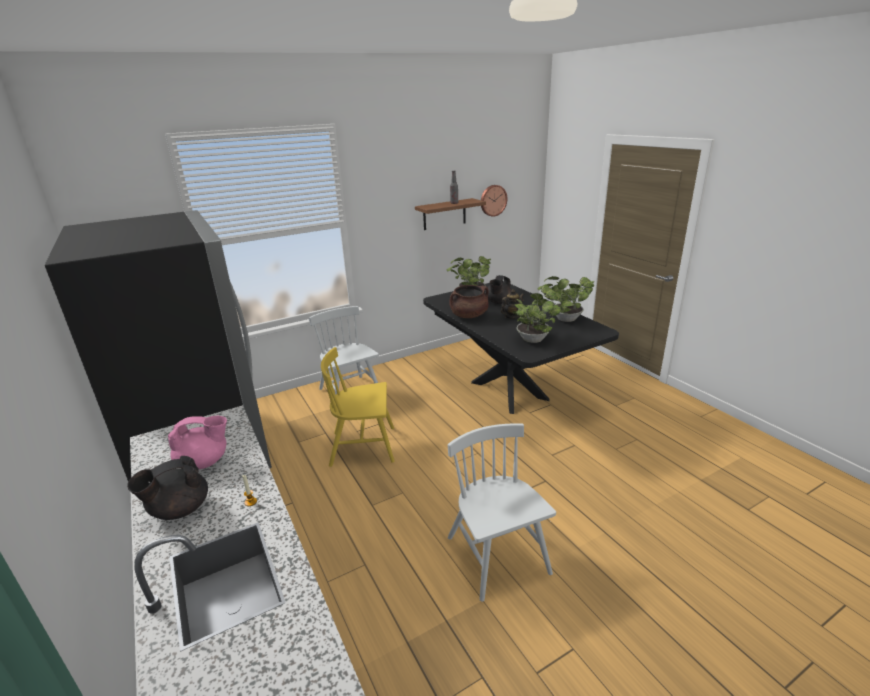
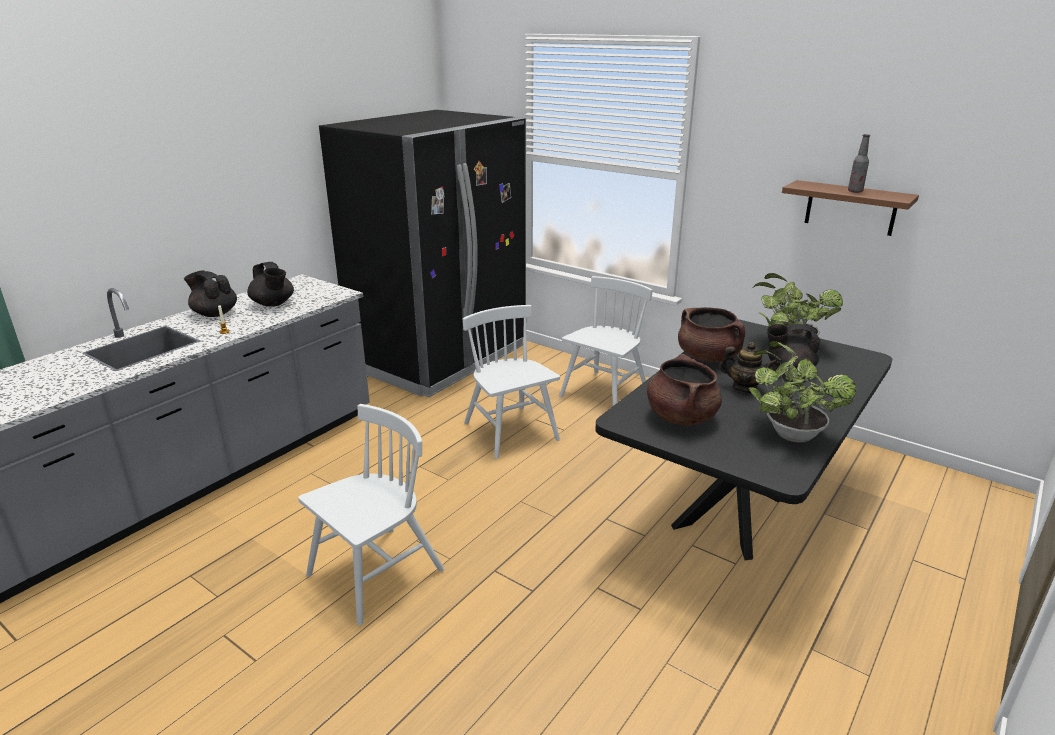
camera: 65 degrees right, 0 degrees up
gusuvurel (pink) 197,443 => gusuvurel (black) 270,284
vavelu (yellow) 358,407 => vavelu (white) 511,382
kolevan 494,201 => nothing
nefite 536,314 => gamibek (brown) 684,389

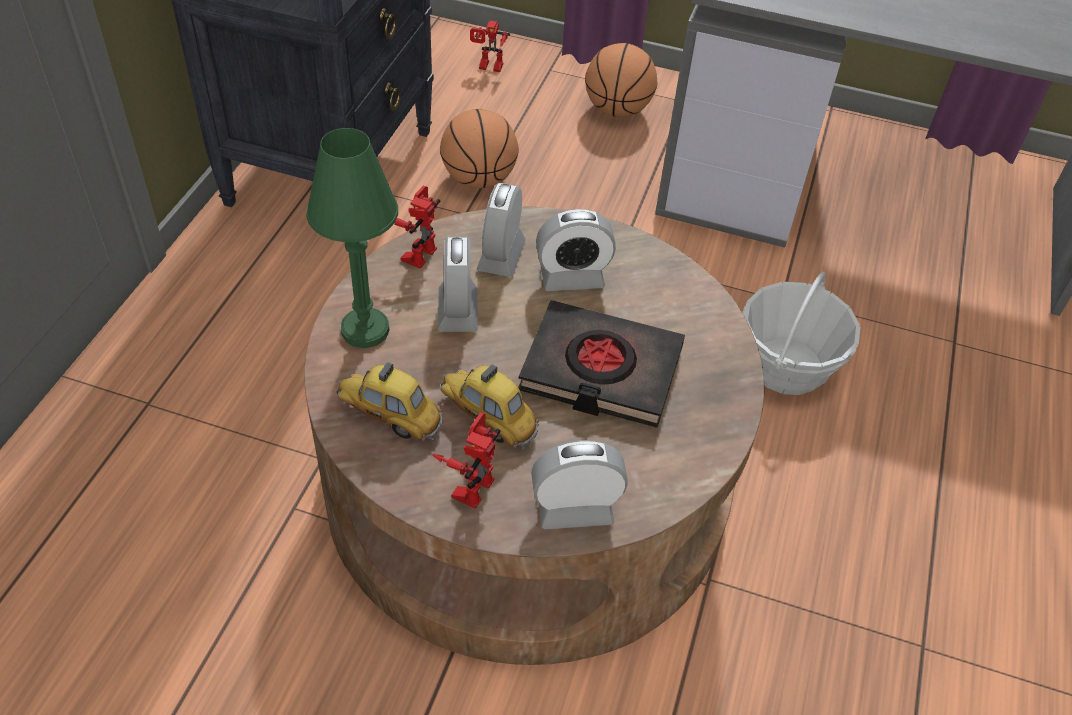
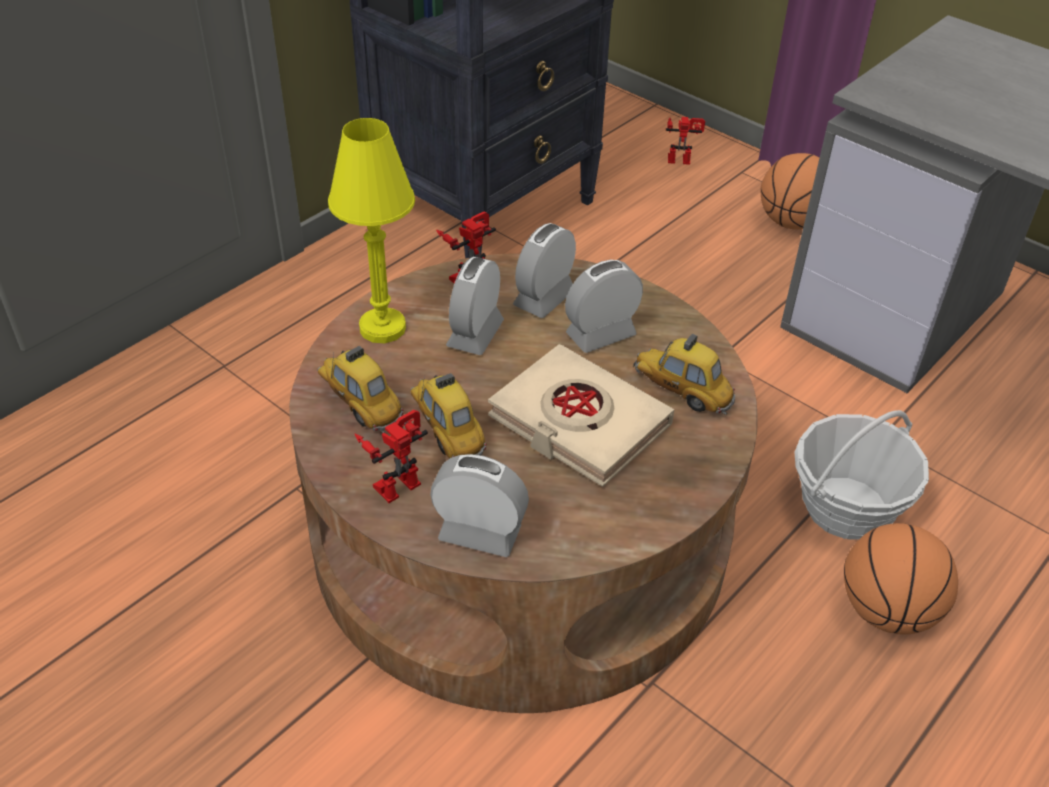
camera: 25 degrees right, 5 degrees down
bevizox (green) 352,238 => bevizox (yellow) 371,230
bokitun 479,148 => bokitun 901,579, moved
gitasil 490,46 => gitasil 685,141, 150 degrees clockwise
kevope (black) 601,364 => kevope (beige) 581,415
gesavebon 576,250 => gesavebon 604,306, 135 degrees clockwise
nothing => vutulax 684,374

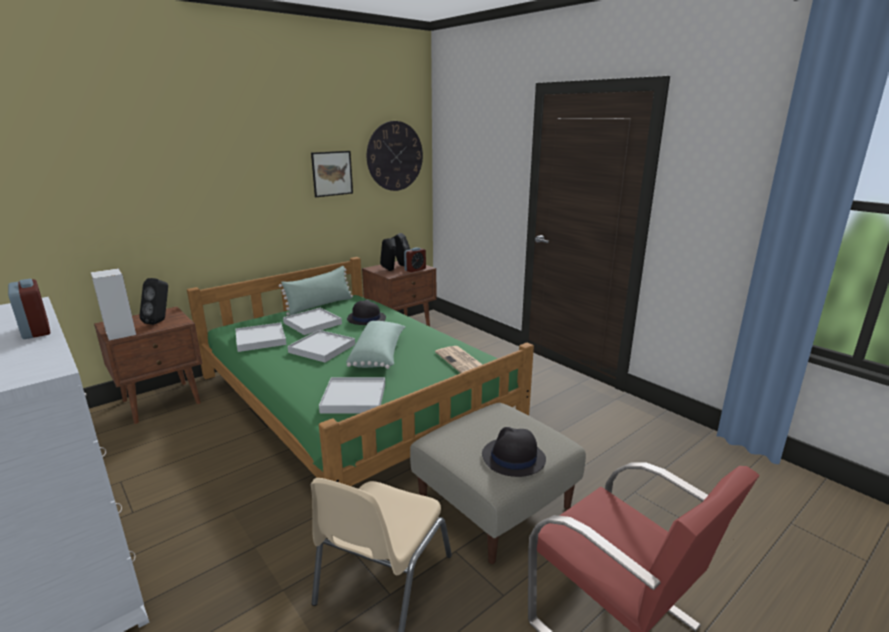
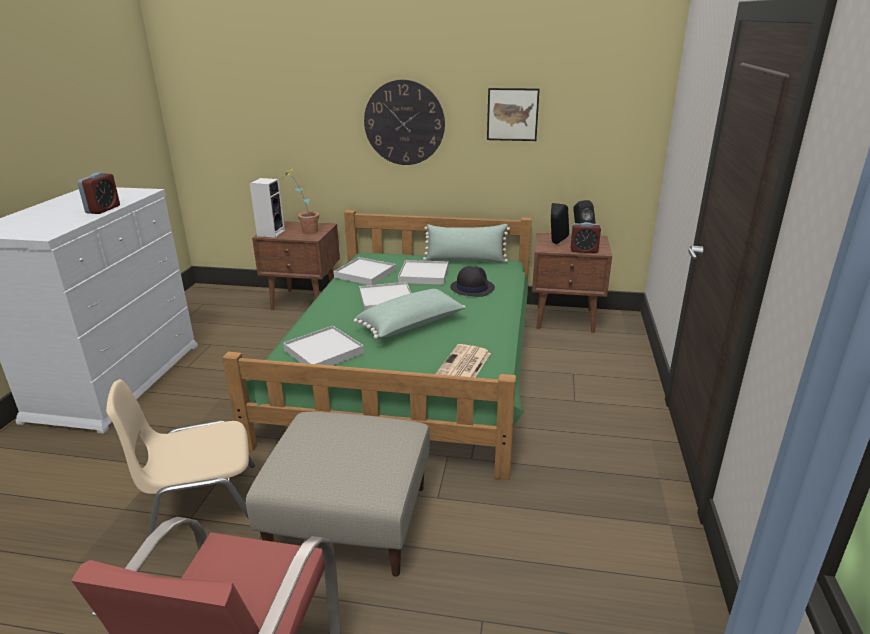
camera: 50 degrees right, 5 degrees up
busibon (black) 153,301 => nefite 300,200
kolevan 395,156 => kolevan 404,122, moved
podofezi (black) 514,452 => nothing

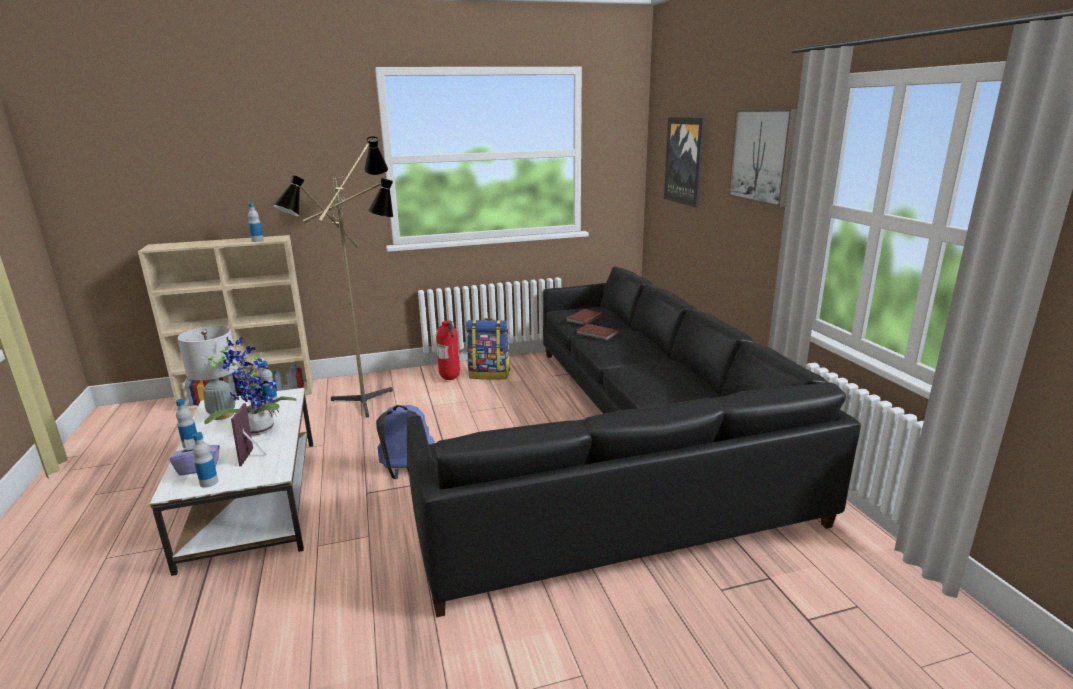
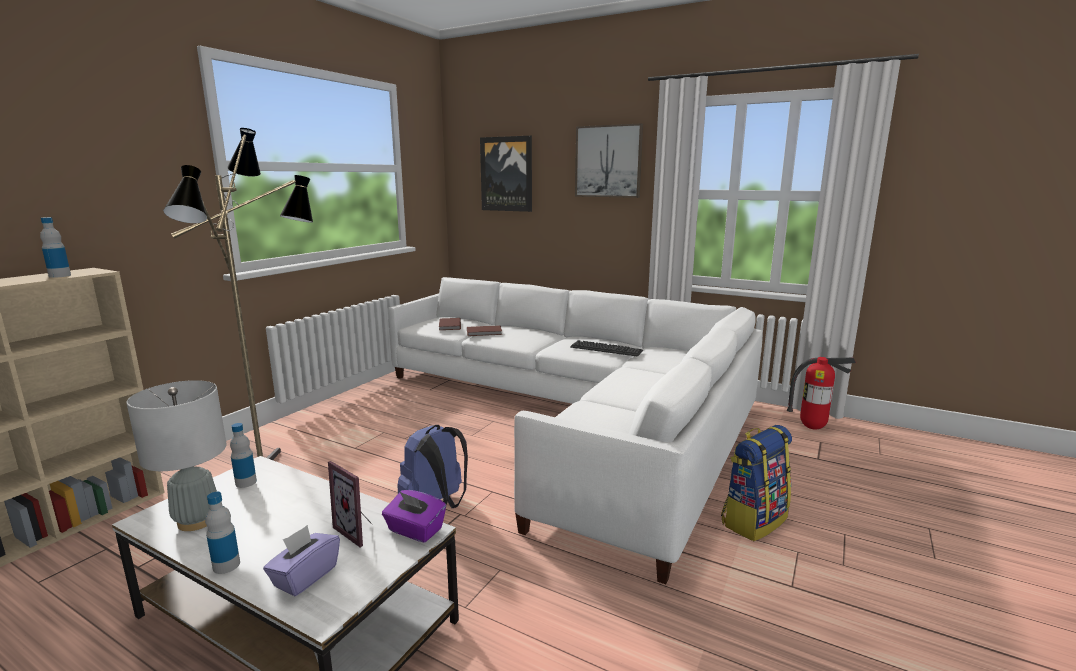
camera: 45 degrees left, 5 degrees down
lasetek 205,460 => nothing
nefite 249,386 => nothing
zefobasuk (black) 634,442 => zefobasuk (white) 575,430
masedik 448,350 => masedik 821,393, moved
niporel 488,349 => niporel 756,483, moved
nothing => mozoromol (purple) 414,516
nothing => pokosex 606,348

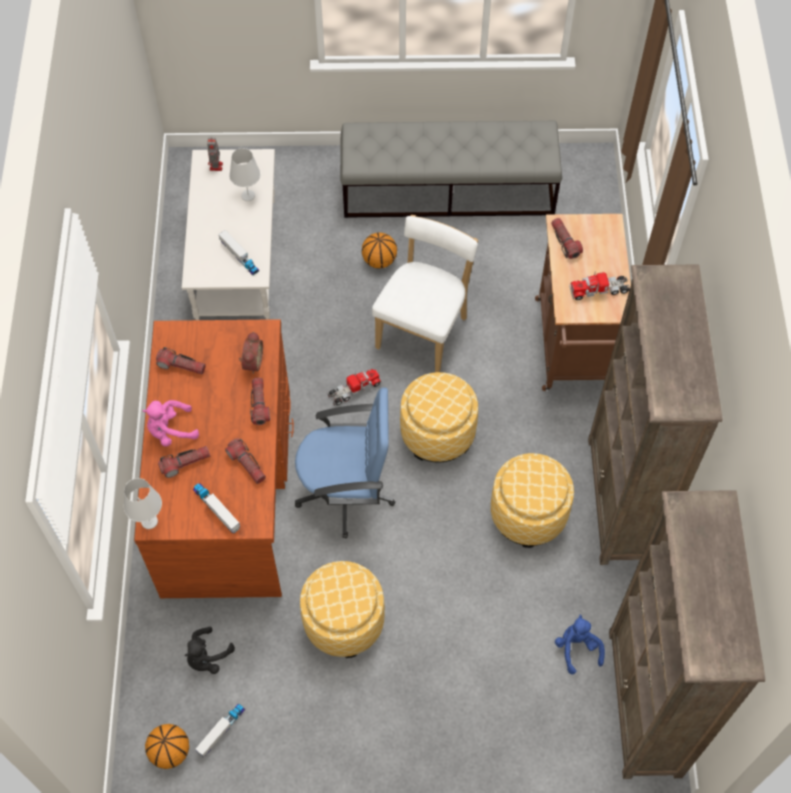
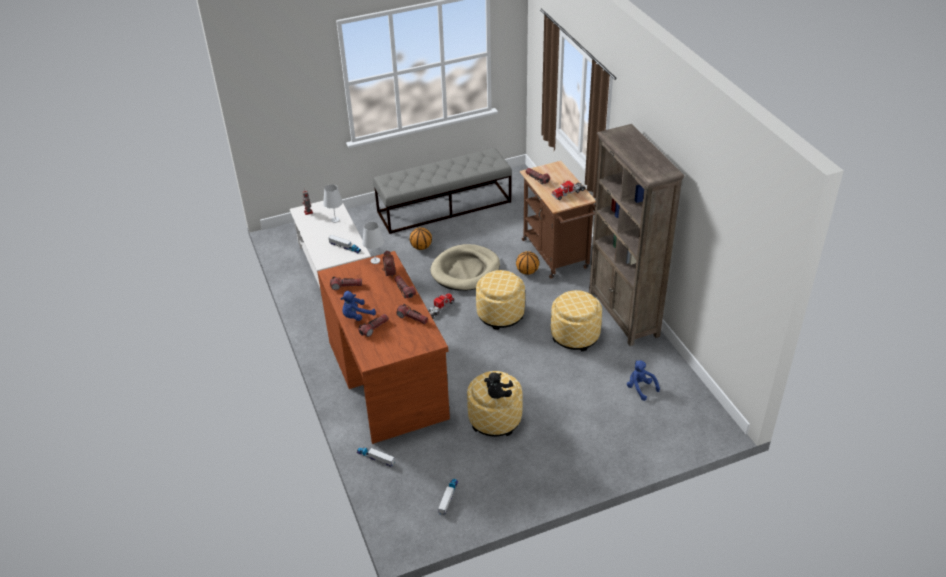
camera: 20 degrees left, 20 degrees down
bevizox (white) 143,503 => bevizox (white) 373,243, moved
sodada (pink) 170,423 => sodada (blue) 358,306
bokitun 167,746 => bokitun 527,263, moved
sodada (black) 209,650 => sodada (black) 498,385, moved
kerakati 216,508 => kerakati 376,457, moved
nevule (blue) 345,463 => nothing
vavelu (white) 425,293 => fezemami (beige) 465,267
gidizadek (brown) 687,634 => nothing

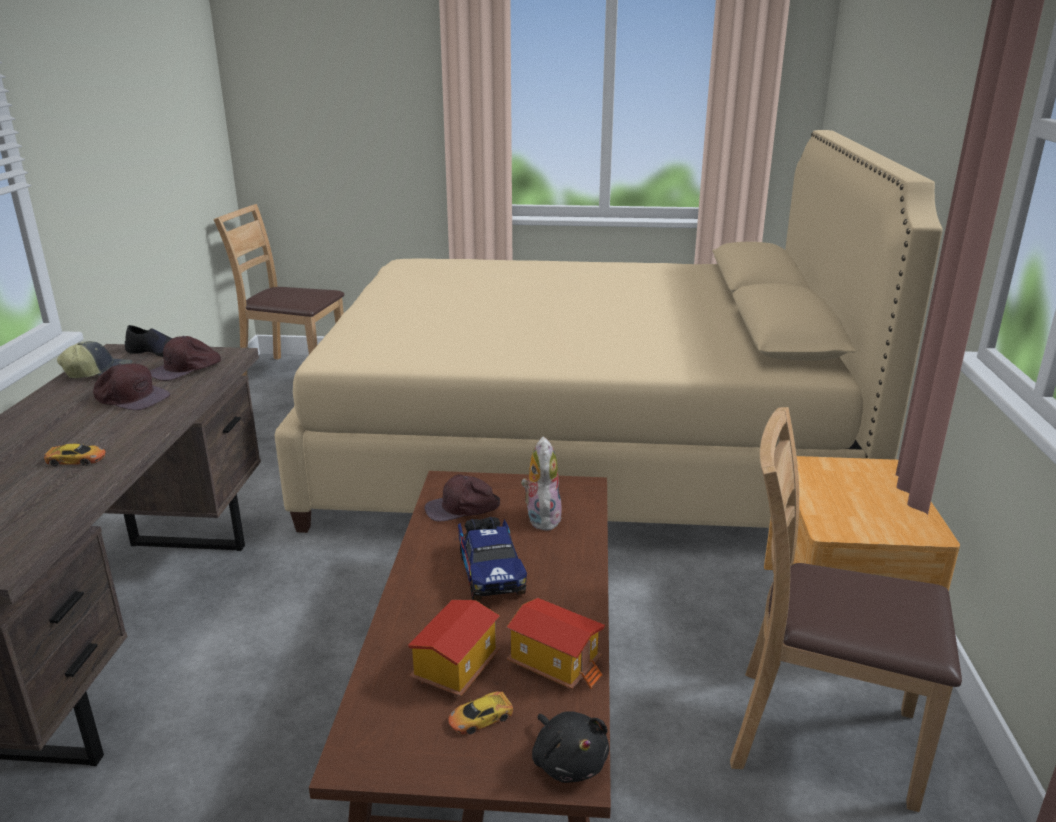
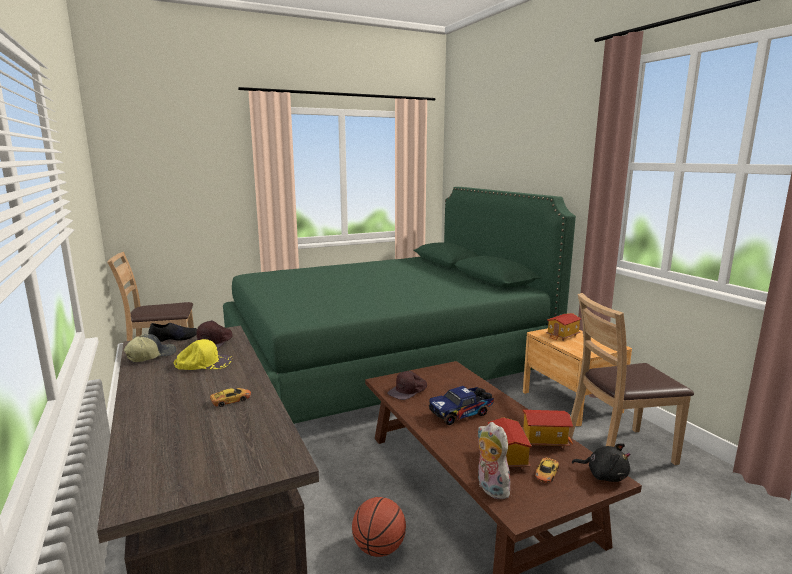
camera: 30 degrees left, 10 degrees down
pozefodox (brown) 131,387 => pozefodox (yellow) 202,354
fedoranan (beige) 609,331 => fedoranan (green) 399,305
kerakati 492,559 => kerakati 461,405, 105 degrees clockwise
sodada 541,483 => sodada 494,460, moved
nothing => bokitun 379,527
nothing => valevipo 563,327

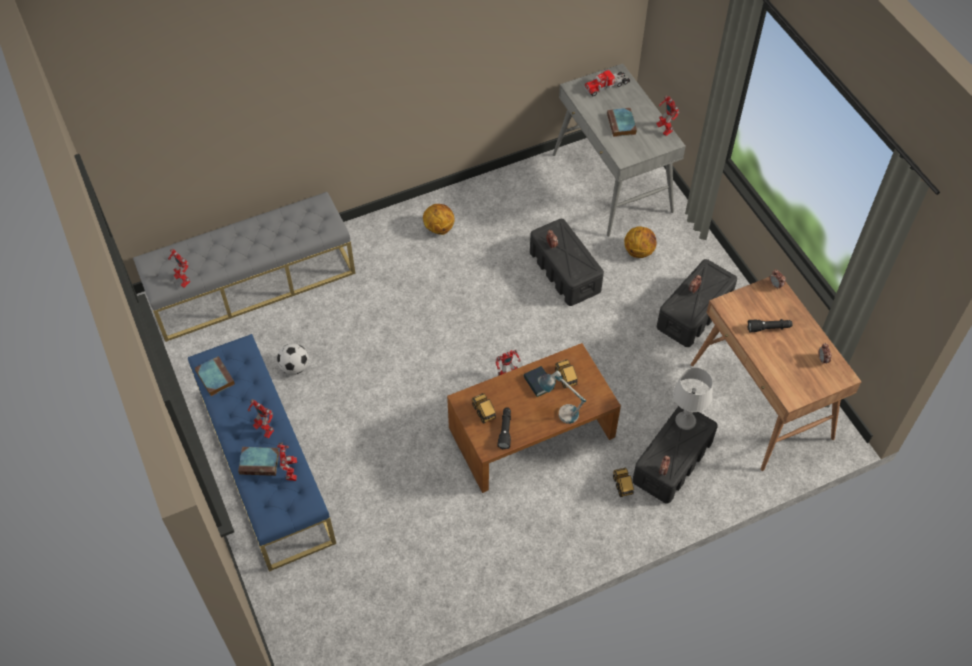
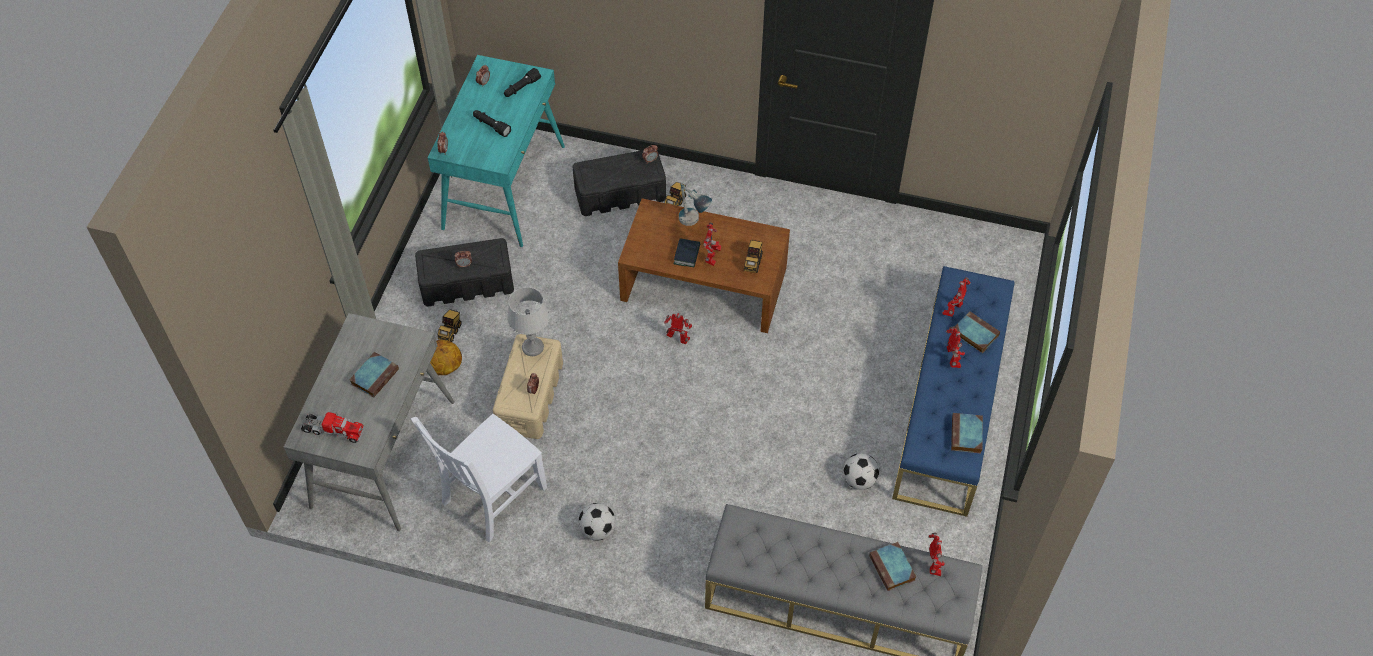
camera: 140 degrees left, 0 degrees up
bokitun 439,219 => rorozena 597,522
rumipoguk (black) 504,428 => rumipoguk (black) 522,82, moved
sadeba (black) 567,262 => sadeba (beige) 528,386
kerakati 566,374 => kerakati 450,326, moved
gitasil 667,116 => gitasil 712,244, moved
bevizox (grey) 693,398 => bevizox (grey) 528,321, moved
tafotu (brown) 776,374 => tafotu (turquoise) 496,151
nothing => vavelu (white) 479,478
nothing => kevope 892,566

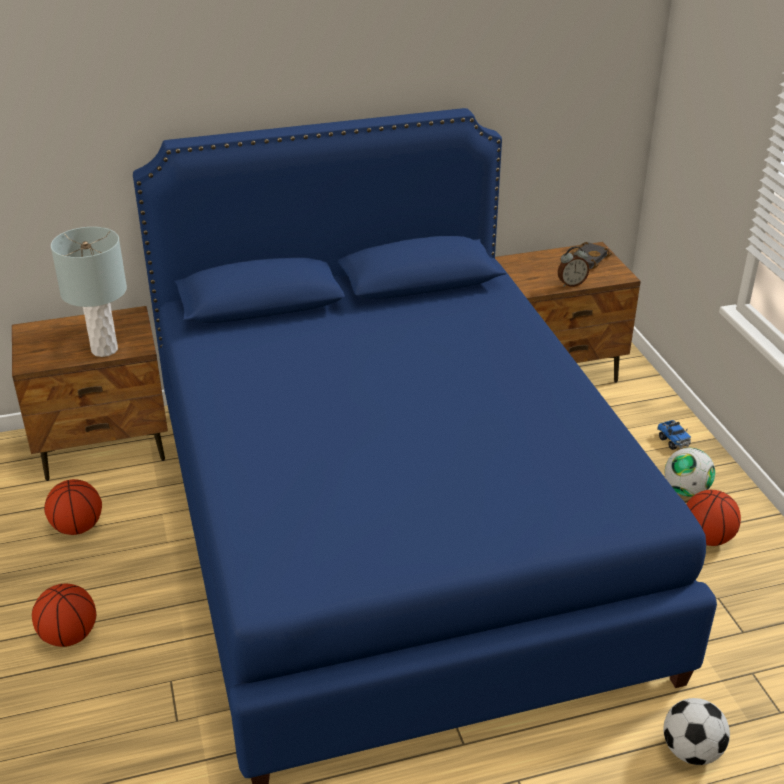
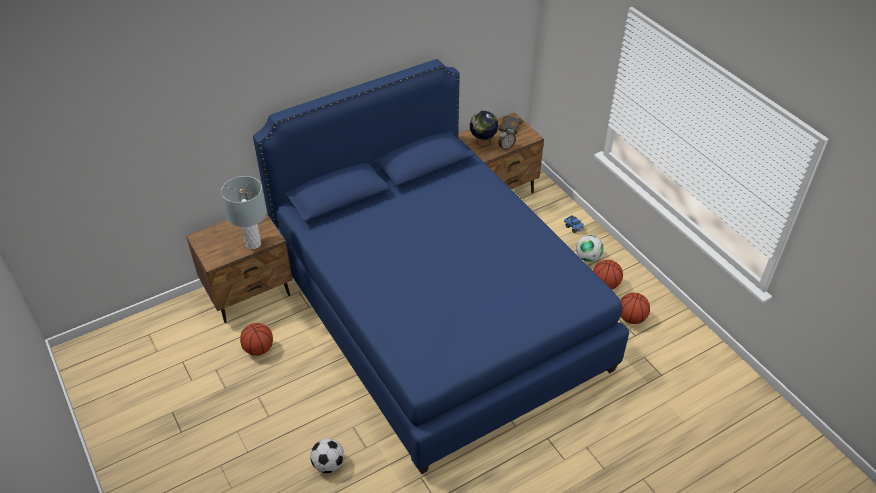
camera: 15 degrees left, 10 degrees up
bokitun 64,615 => bokitun 635,308, moved
rorozena 696,731 => rorozena 327,456, moved
nothing => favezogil 484,129

